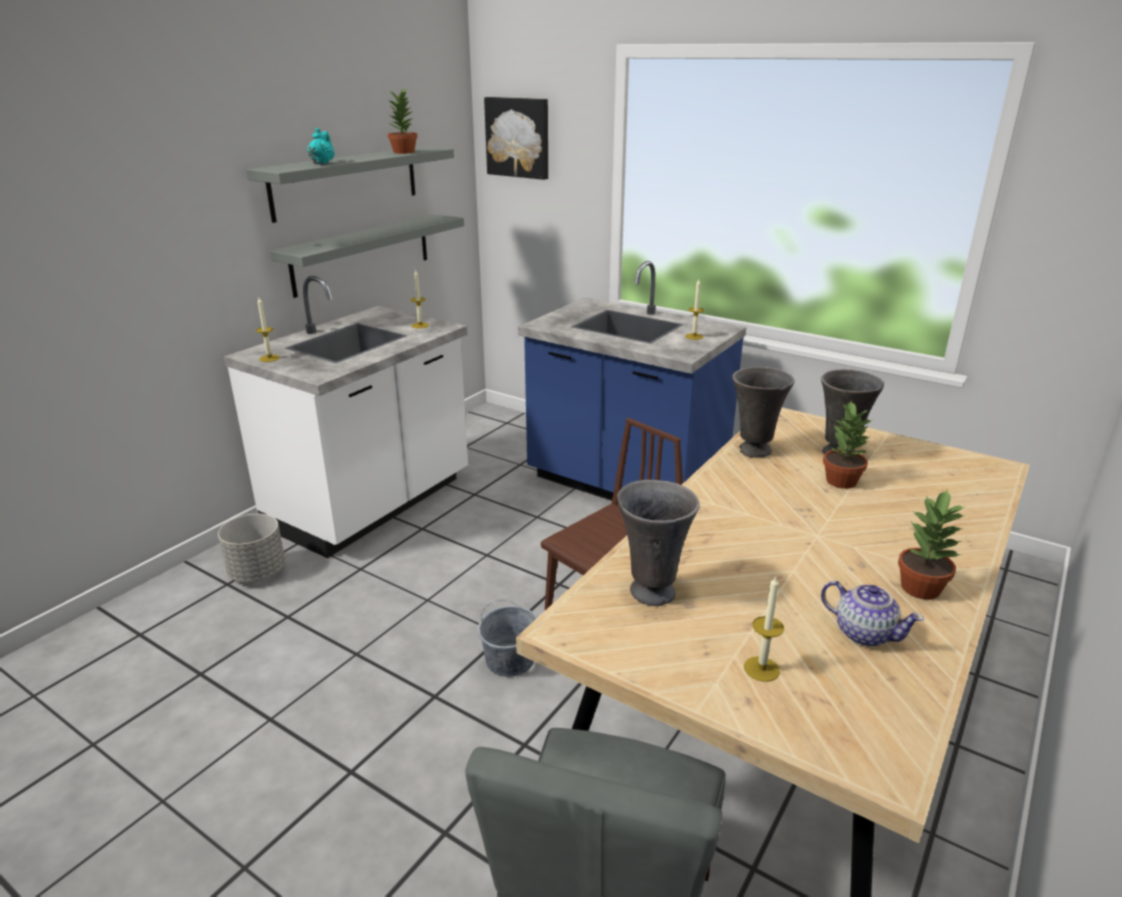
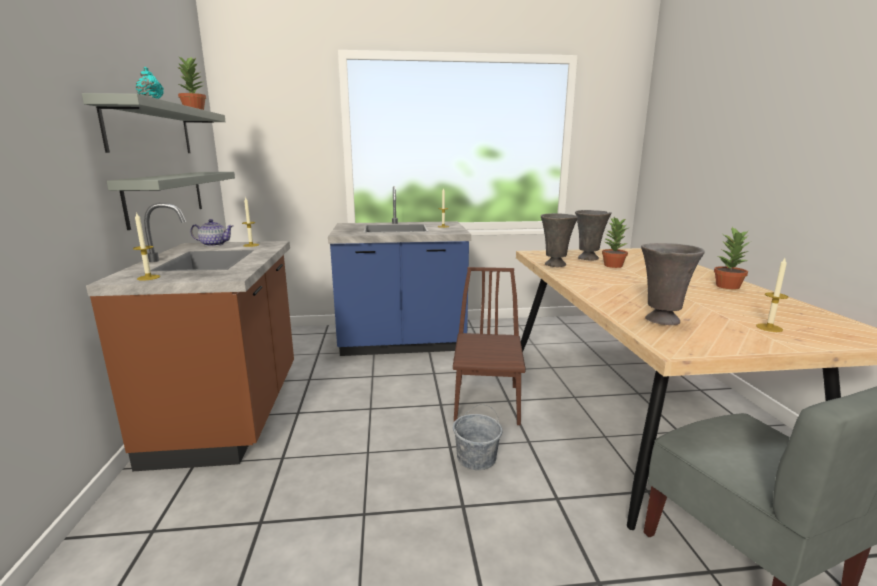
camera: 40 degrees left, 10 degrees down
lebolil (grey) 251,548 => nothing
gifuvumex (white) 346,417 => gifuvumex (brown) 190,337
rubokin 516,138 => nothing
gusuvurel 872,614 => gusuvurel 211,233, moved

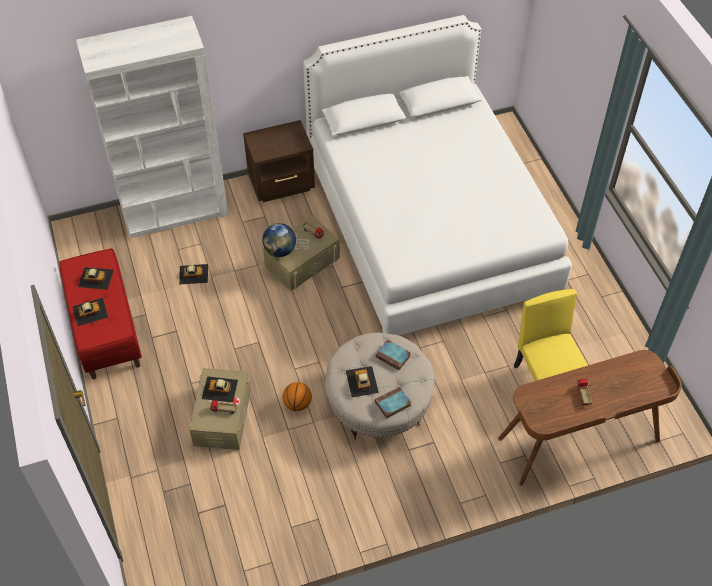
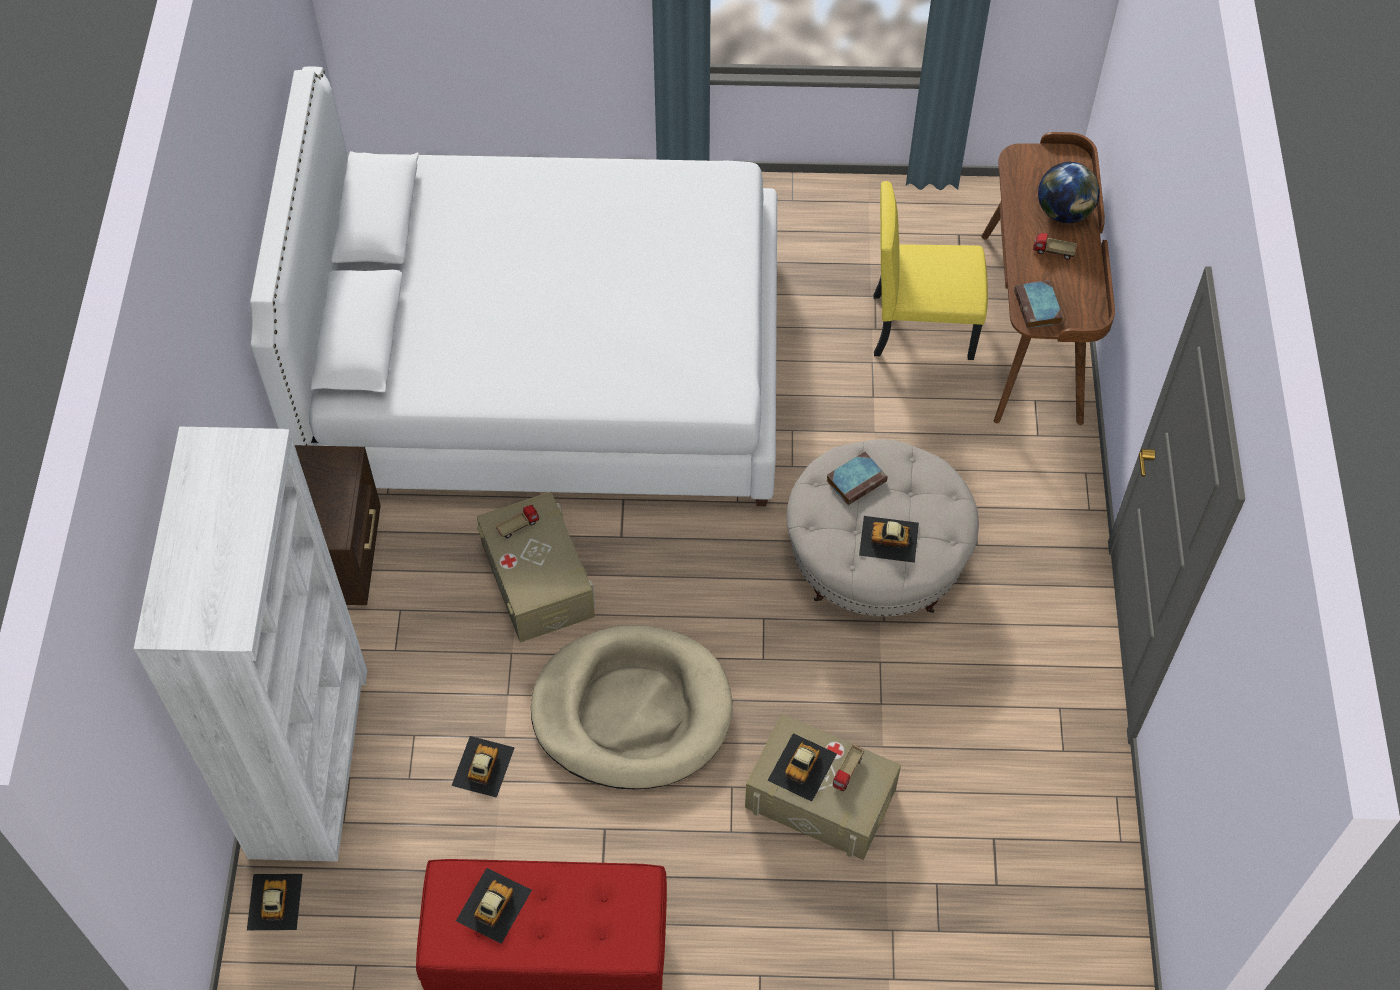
camera: 70 degrees left, 5 degrees up
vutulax 90,312 => vutulax 275,902, moved
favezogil 279,240 => favezogil 1069,192, moved
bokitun 297,397 => nothing
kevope 393,403 => kevope 1038,304, moved
nothing => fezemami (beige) 632,707

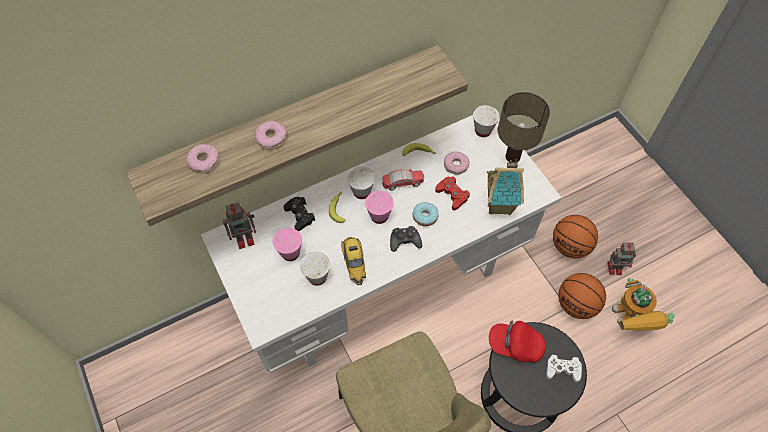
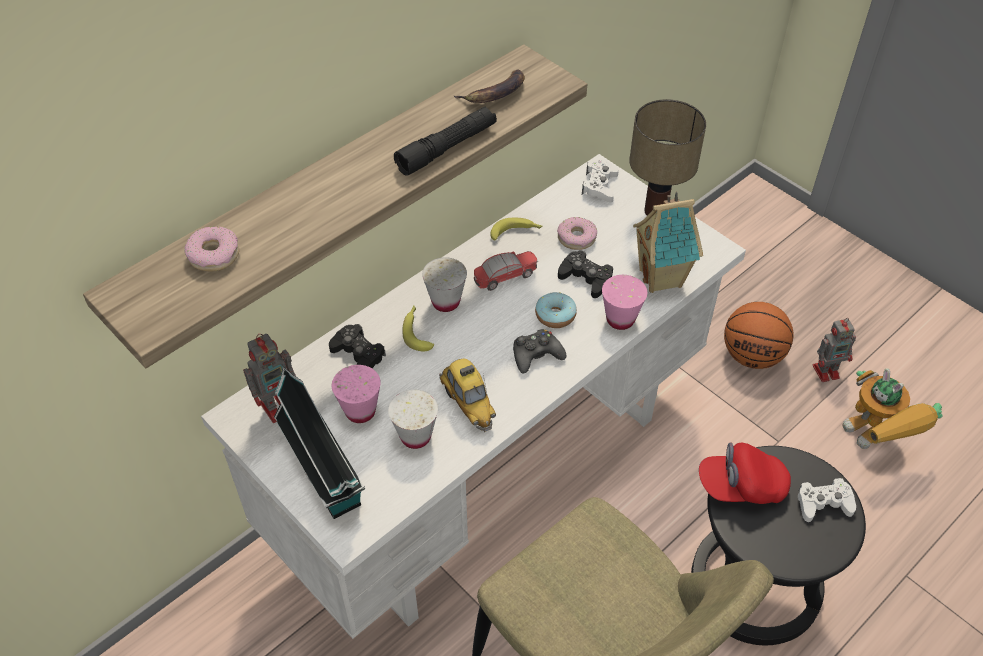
camera: 15 degrees left, 10 degrees down
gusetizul 271,135 => nothing
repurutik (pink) 379,207 => repurutik (pink) 624,302, moved
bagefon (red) 452,193 => bagefon (black) 585,274
repurutik (white) 486,121 => bagefon (white) 600,180
bokitun 582,296 => nothing
nothing => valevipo 320,443
nothing => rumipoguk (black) 445,141
nothing => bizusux 489,86

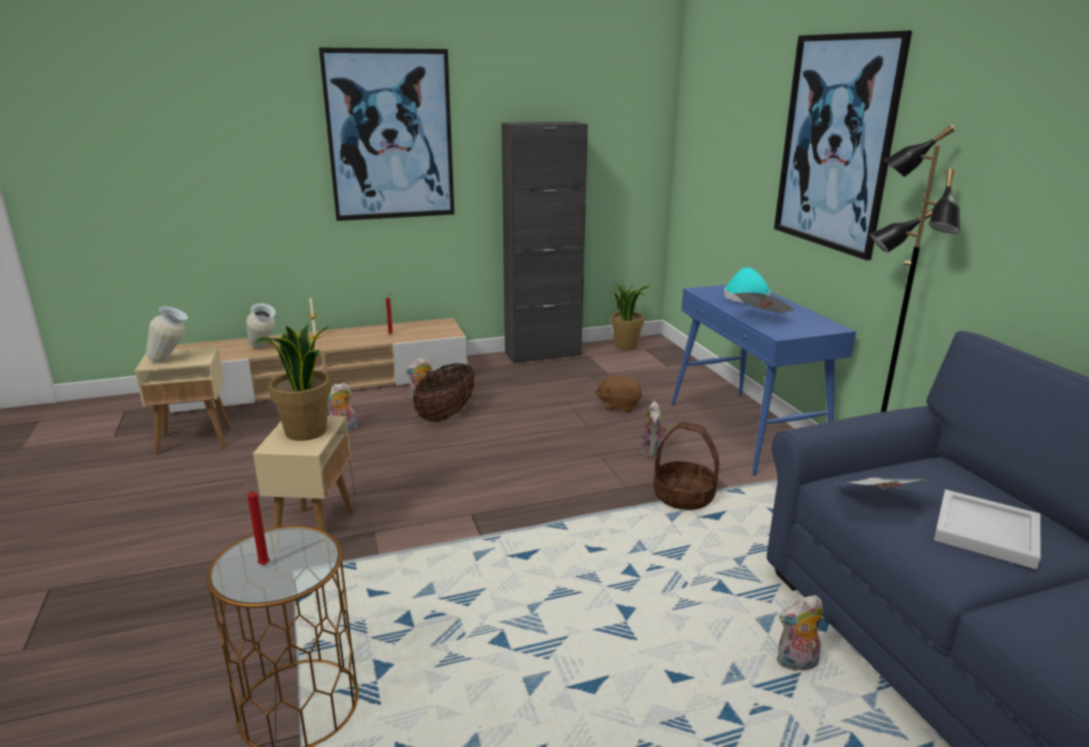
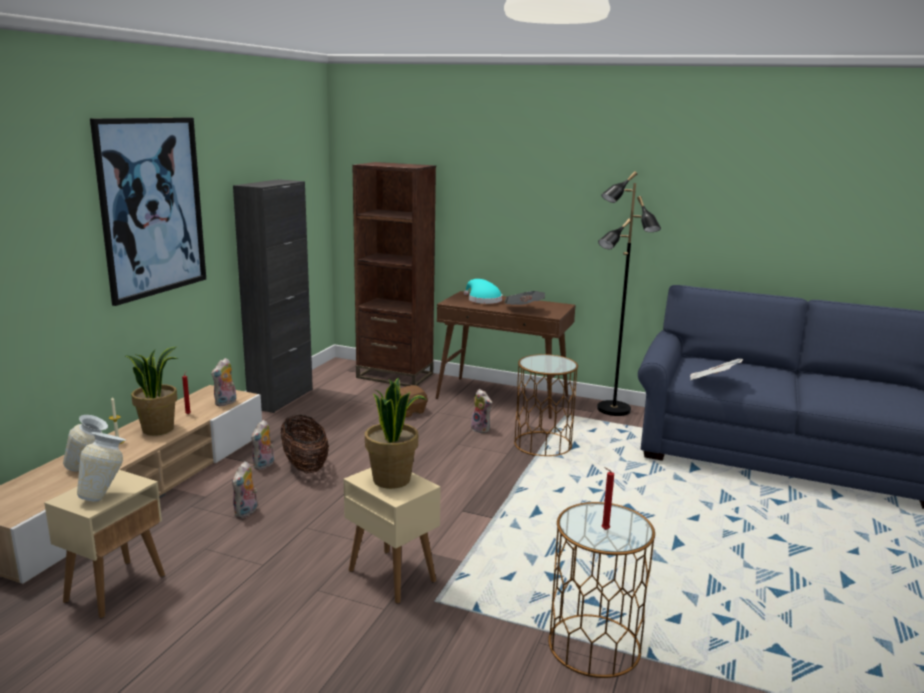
camera: 50 degrees left, 5 degrees down
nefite 630,317 => nefite 151,391, moved
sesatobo 686,466 => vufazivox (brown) 546,405
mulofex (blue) 764,380 => mulofex (brown) 506,355
rubokin 843,145 => nothing
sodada 800,633 => sodada 223,382, moved
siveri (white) 987,529 => nothing
nothing => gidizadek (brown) 394,274

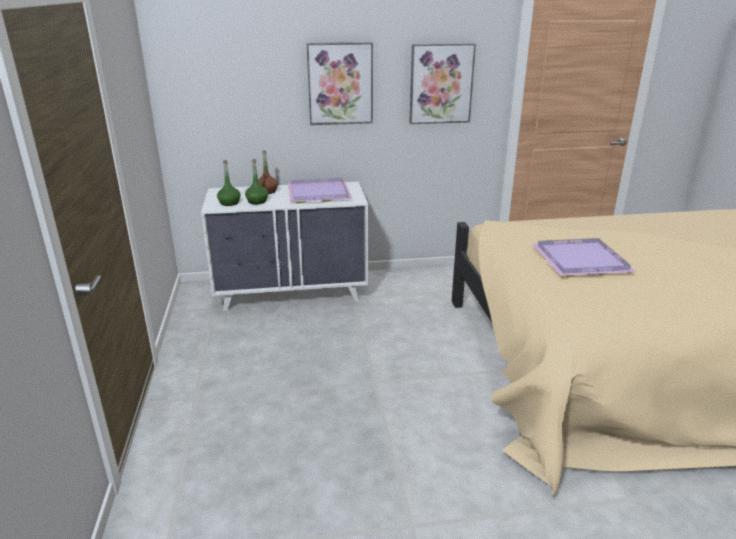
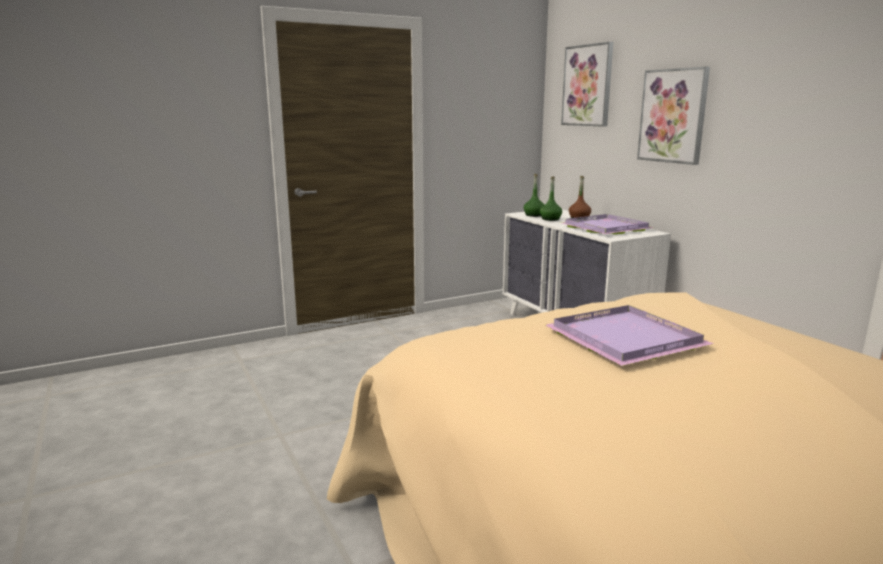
camera: 70 degrees right, 10 degrees down
rubokin 442,83 => rubokin 587,84, moved

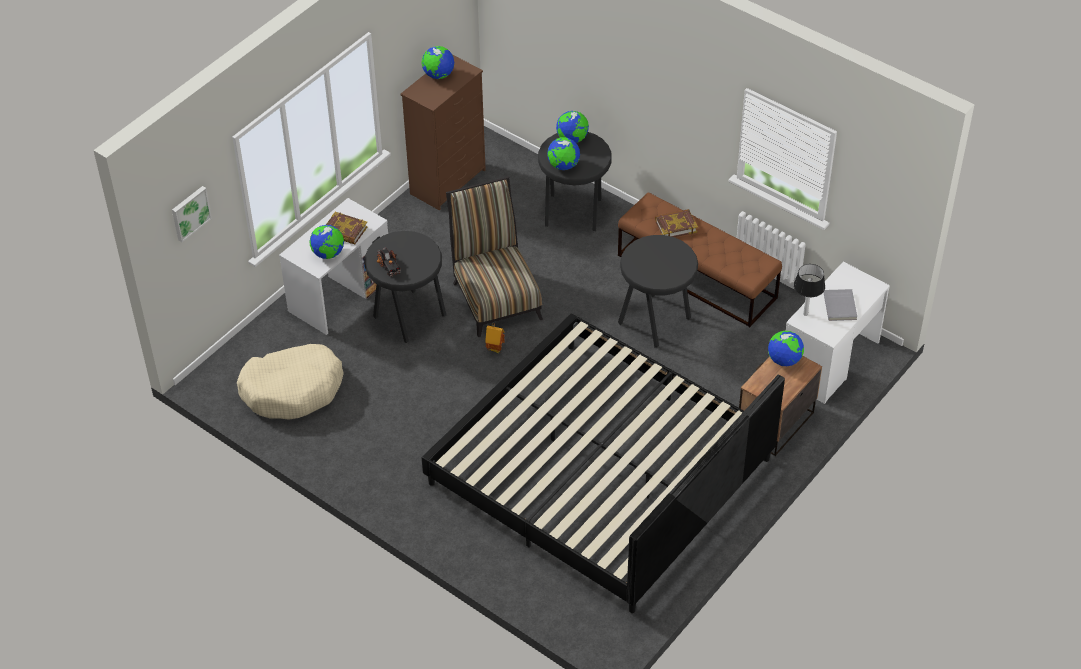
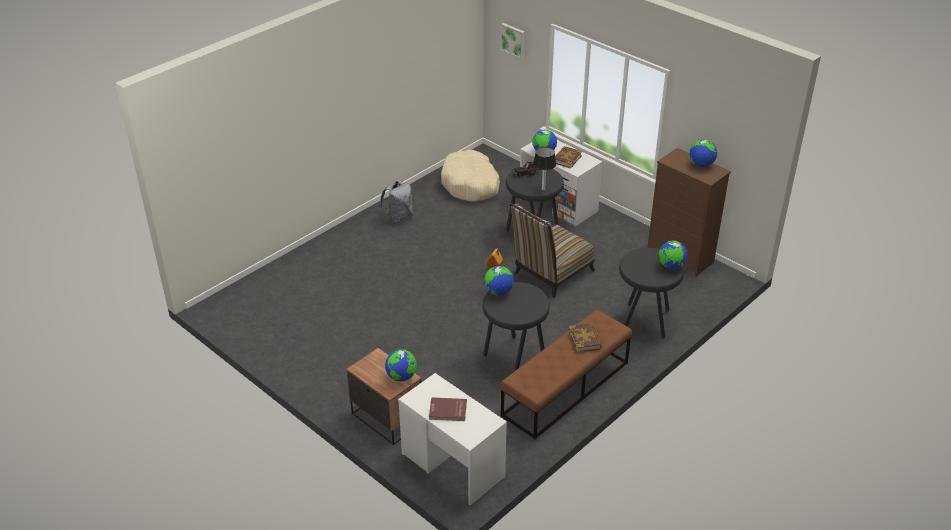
camera: 95 degrees right, 10 degrees down
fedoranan 603,463 => nothing
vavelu 494,256 => vavelu 552,250, 150 degrees clockwise
favezogil 563,153 => favezogil 499,280, moved
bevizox 809,290 => bevizox 544,168, moved
kevope (grey) 840,305 => kevope (red) 448,409
nothing => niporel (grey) 396,202

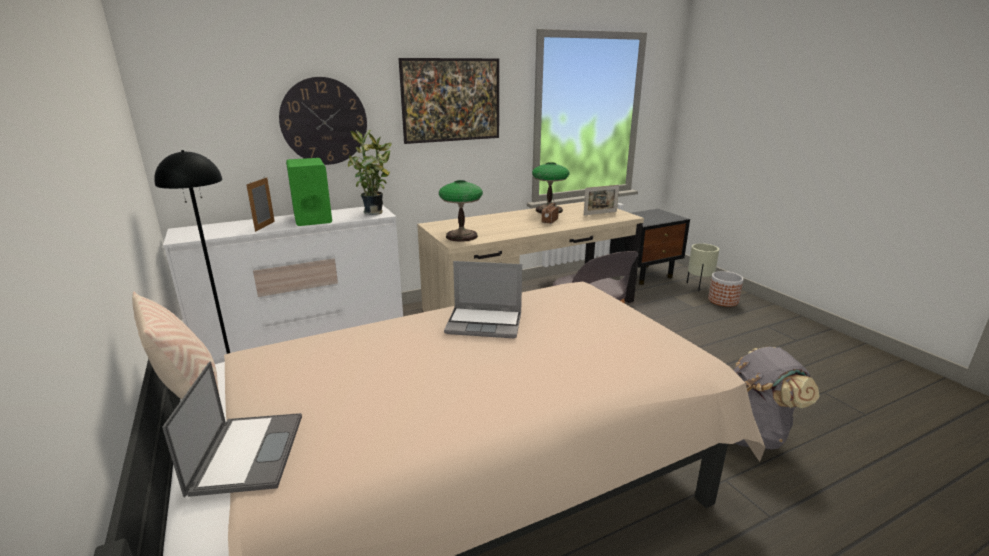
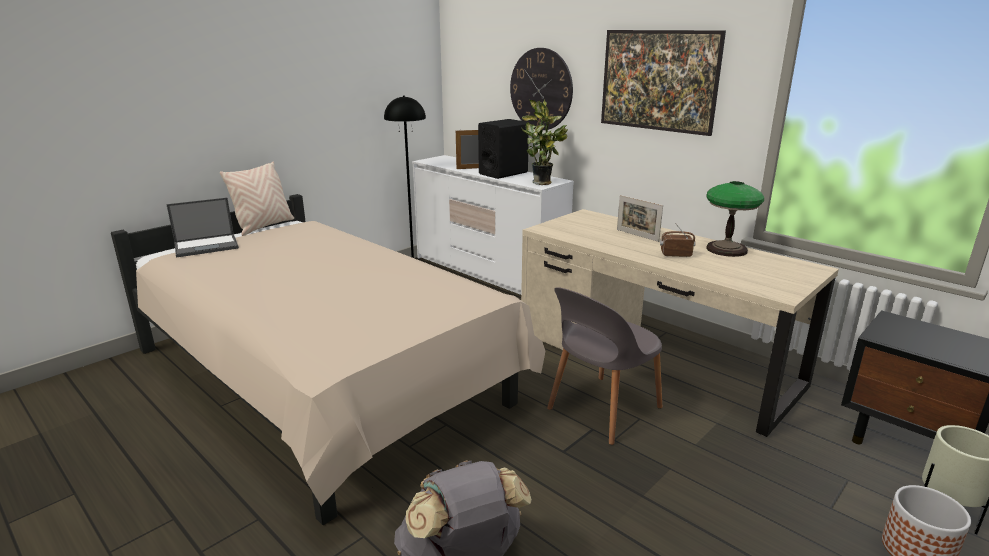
camera: 70 degrees right, 0 degrees up
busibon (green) 309,192 => busibon (black) 503,149
bevizox 461,211 => nothing
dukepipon 483,299 => nothing
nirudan 601,200 => nirudan 640,218, moved

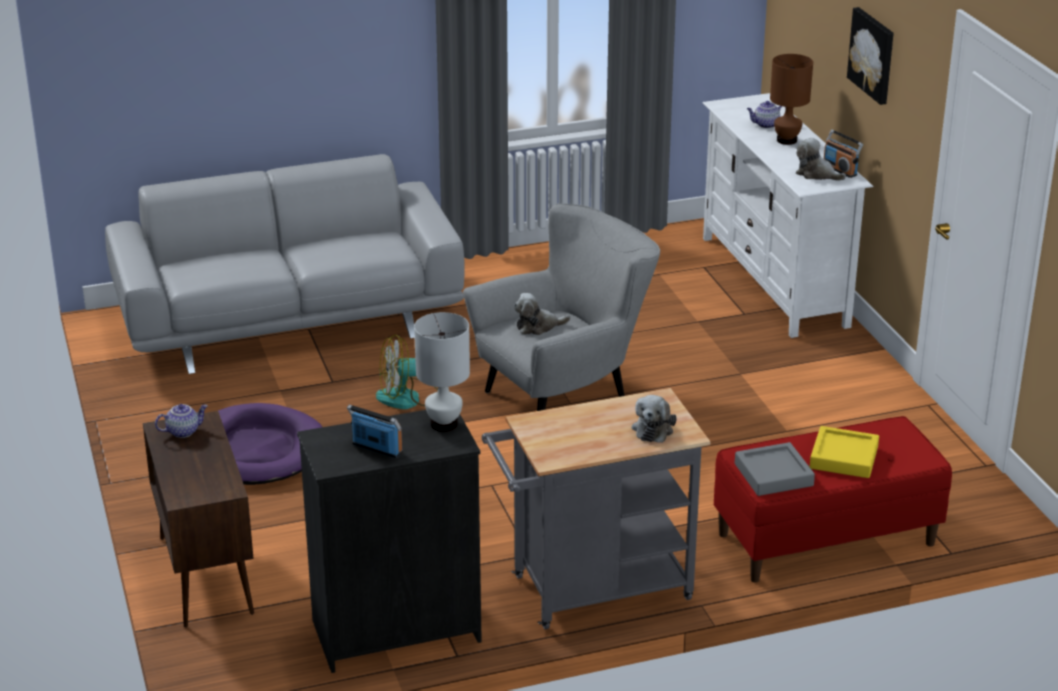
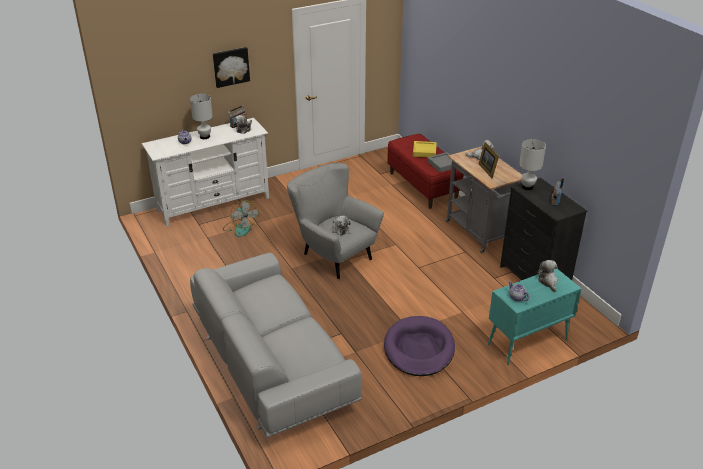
camera: 100 degrees left, 5 degrees up
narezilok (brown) 198,519 => narezilok (turquoise) 535,317
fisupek 407,372 => fisupek 241,218, moved
bevizox (brown) 791,99 => bevizox (white) 201,116
nothing => nirudan 488,160
nothing => sodada 547,276

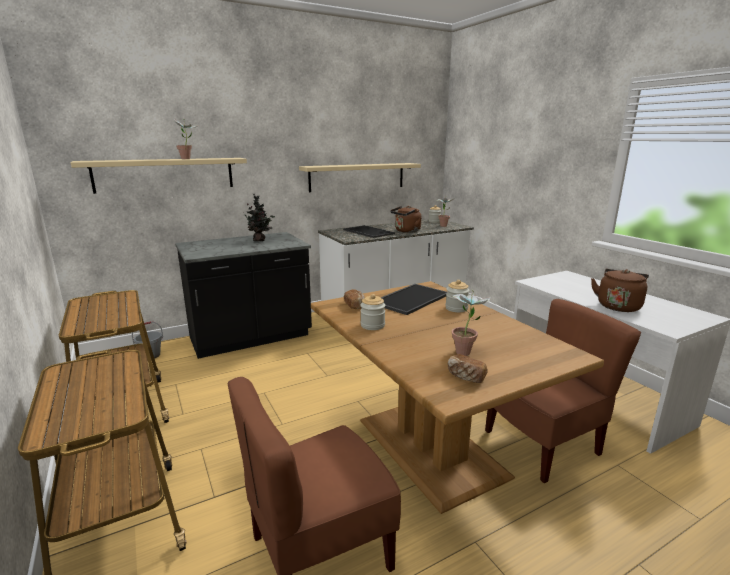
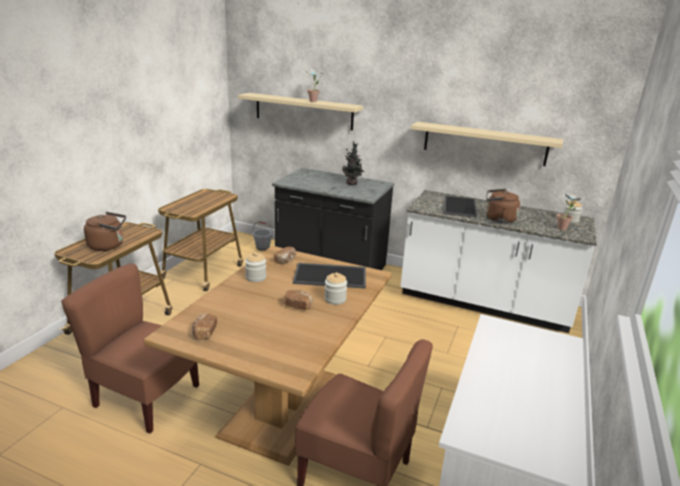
camera: 50 degrees right, 5 degrees up
nefite 471,323 => nothing
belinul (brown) 620,290 => belinul (brown) 105,231, moved
nothing => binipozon 298,300

